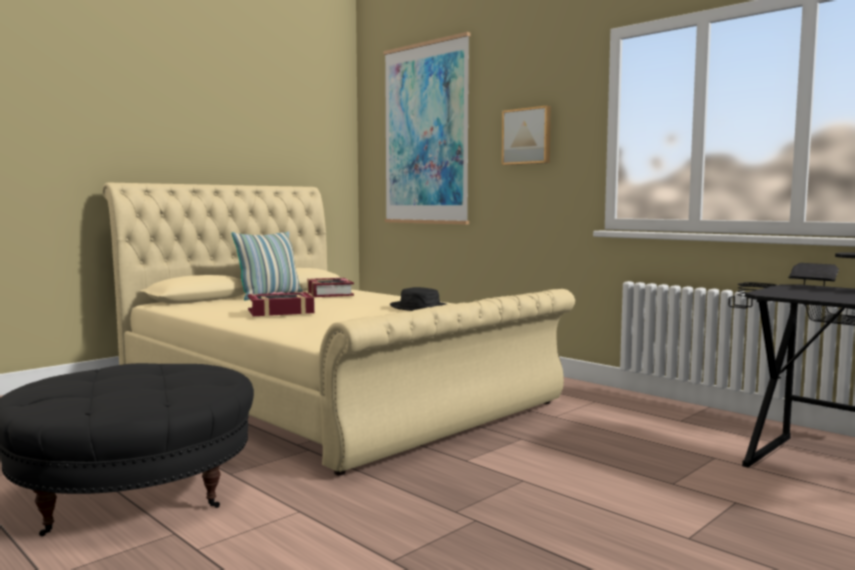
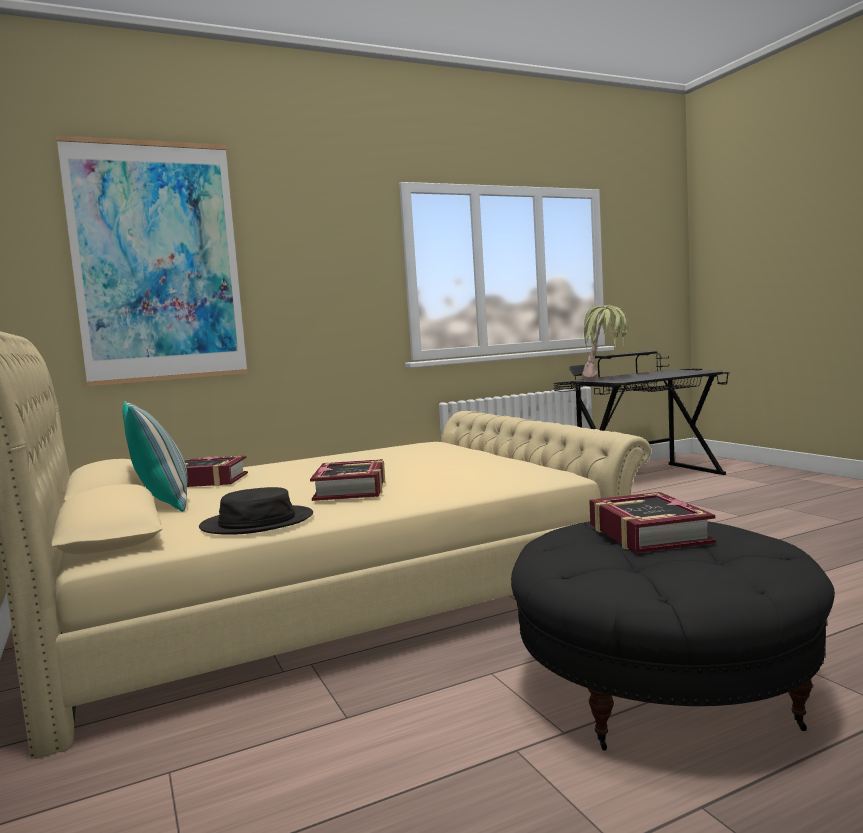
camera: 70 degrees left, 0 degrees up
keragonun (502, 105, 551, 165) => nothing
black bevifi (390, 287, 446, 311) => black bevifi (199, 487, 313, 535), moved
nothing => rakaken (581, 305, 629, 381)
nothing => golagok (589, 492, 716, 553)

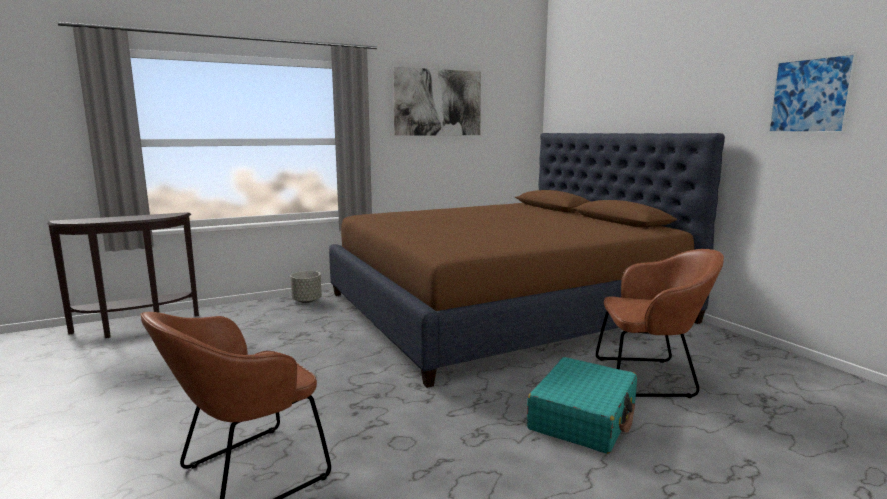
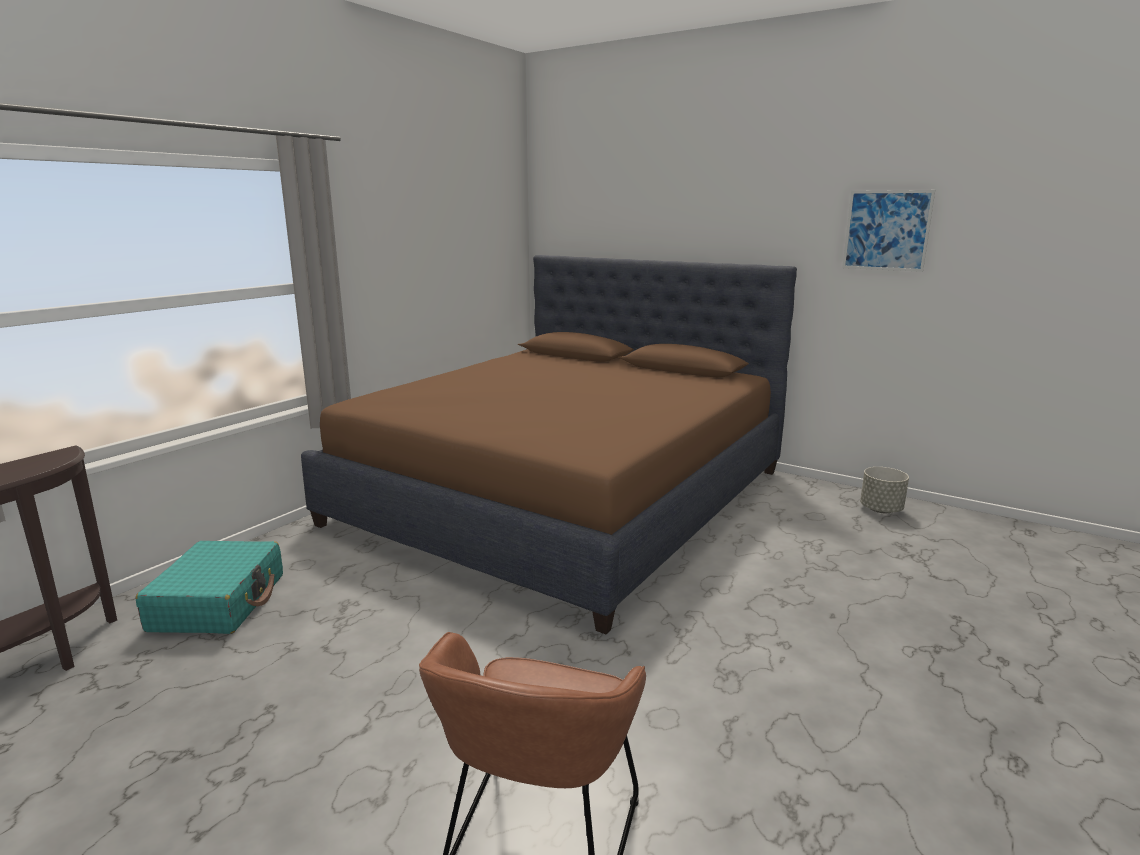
camera: 30 degrees left, 5 degrees up
keragonun (393, 67, 481, 136) => nothing
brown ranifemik (596, 249, 724, 398) => nothing
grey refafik (291, 271, 322, 303) => grey refafik (860, 467, 909, 513), moved
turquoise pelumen (527, 357, 637, 454) => turquoise pelumen (136, 541, 283, 634), moved

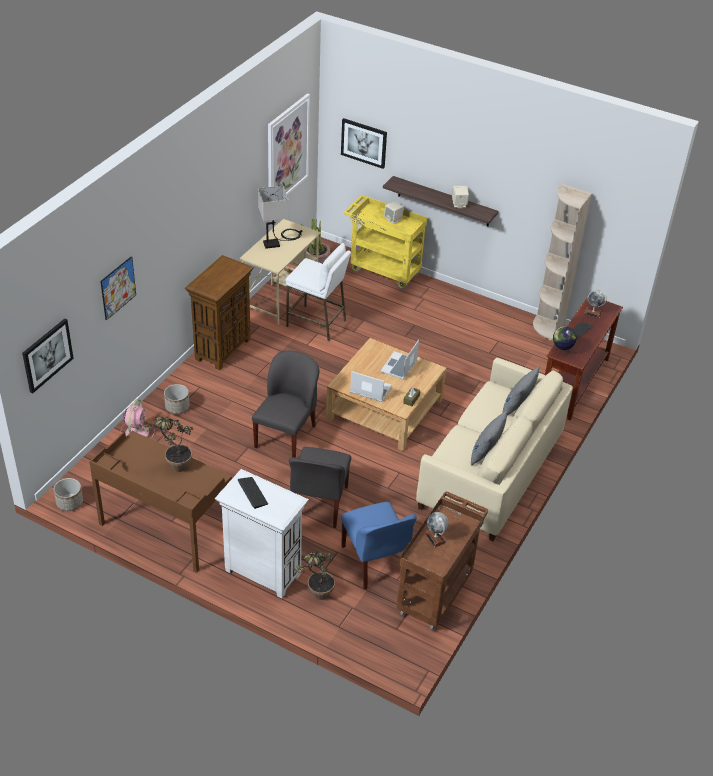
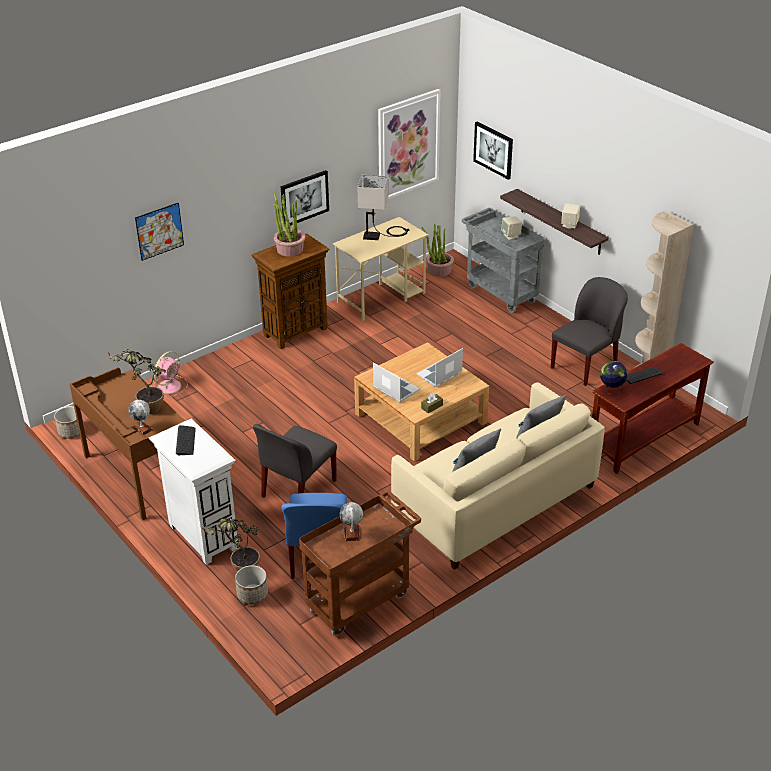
camera: 25 degrees right, 5 degrees down
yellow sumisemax (344, 195, 427, 289) => grey sumisemax (462, 208, 545, 313)
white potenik (286, 243, 351, 341) => nothing
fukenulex (584, 290, 607, 318) => fukenulex (128, 400, 153, 435), moved
keragonun (22, 318, 74, 394) => keragonun (281, 170, 329, 226), moved
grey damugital (252, 351, 319, 458) => grey damugital (551, 277, 628, 386), moved
refafik (164, 384, 190, 414) => refafik (235, 565, 268, 605), moved
nothing => rakaken (274, 192, 306, 256)

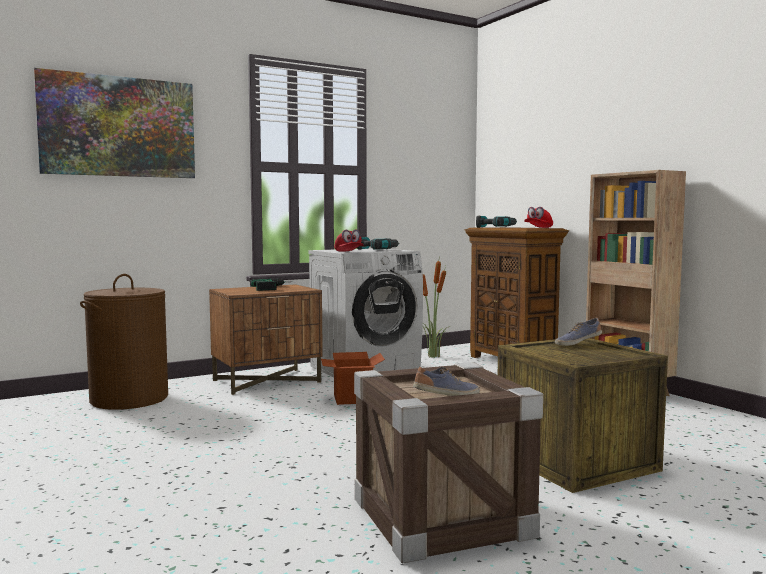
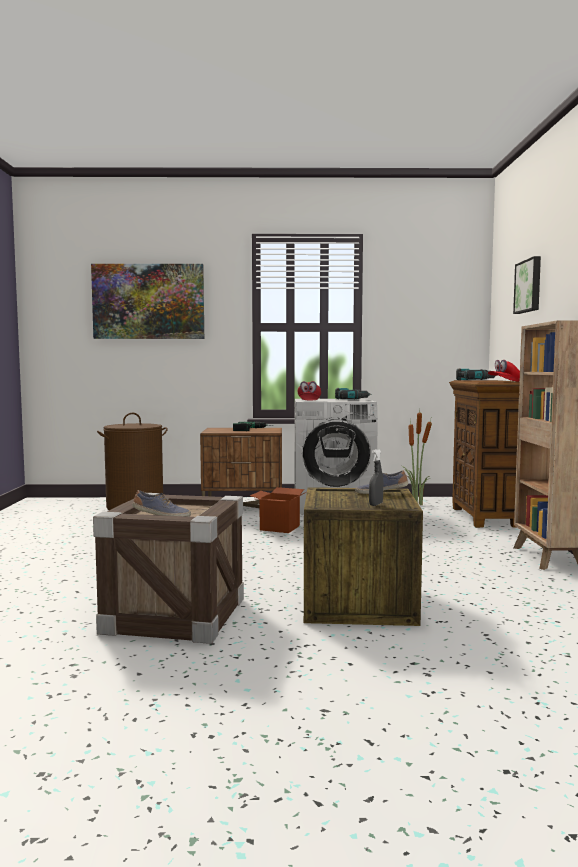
camera: 30 degrees right, 0 degrees up
nothing => keragonun (513, 256, 541, 314)
nothing => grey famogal (369, 449, 383, 506)

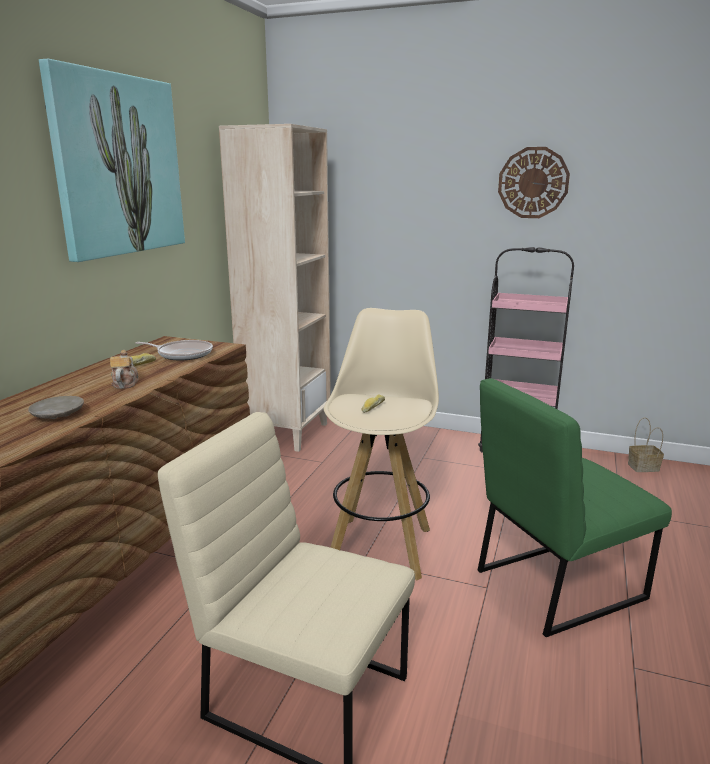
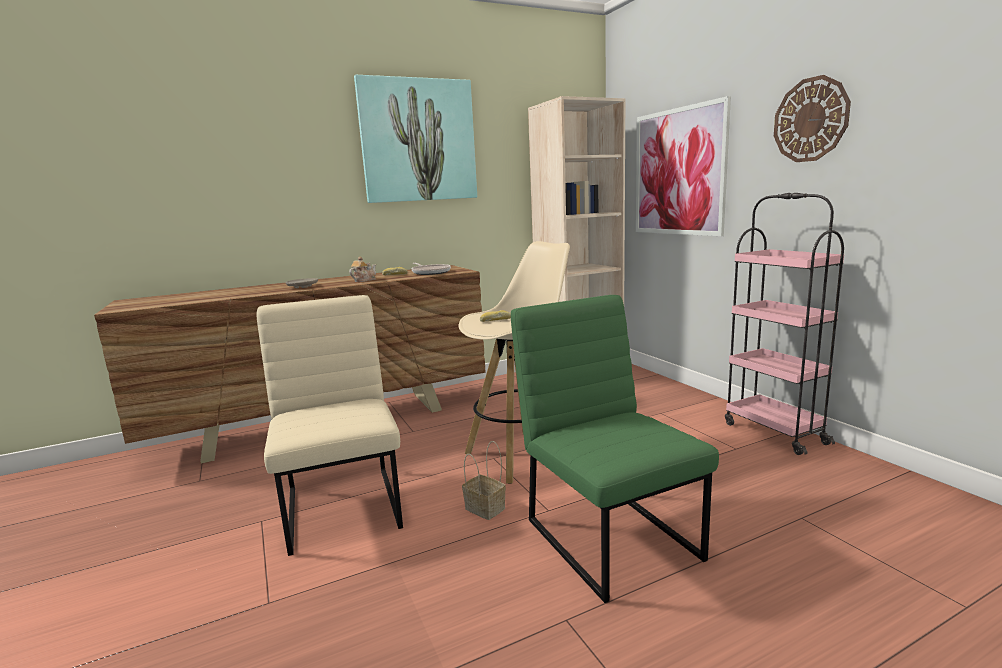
camera: 45 degrees right, 5 degrees down
green damugital (477, 378, 672, 637) => green damugital (511, 295, 719, 603), 45 degrees clockwise
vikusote (628, 417, 664, 472) => vikusote (462, 441, 506, 520), moved
nothing => keragonun (636, 96, 731, 236)

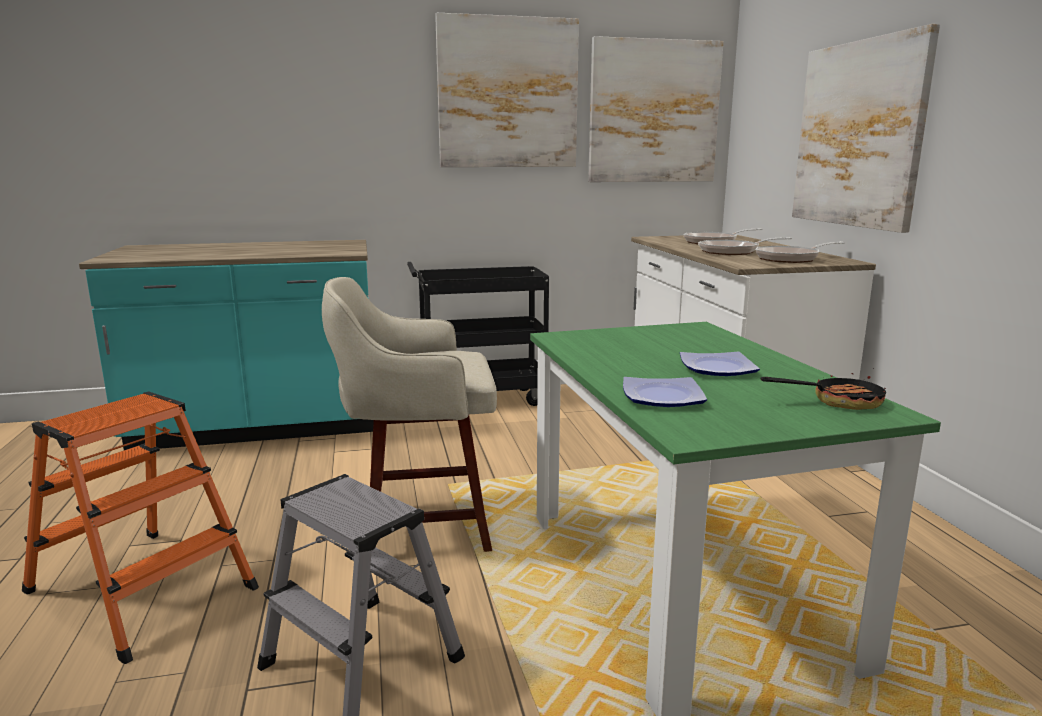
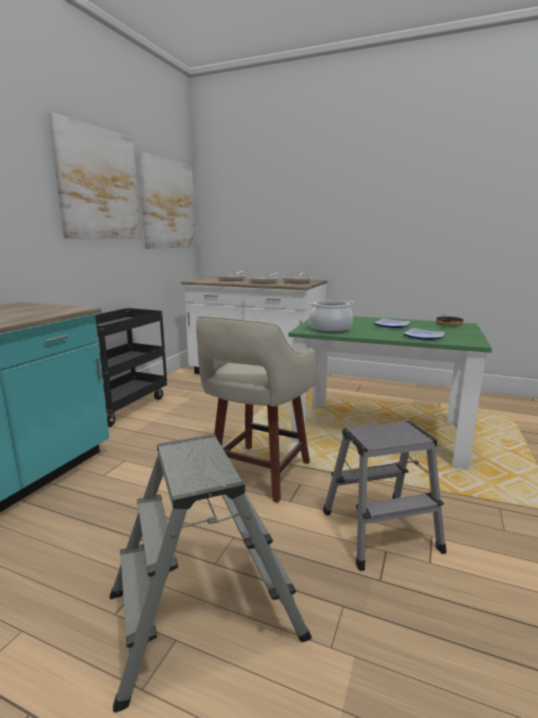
camera: 55 degrees left, 0 degrees up
keragonun (792, 24, 940, 233) => nothing
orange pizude (22, 391, 259, 664) => grey pizude (110, 434, 312, 713)
nothing => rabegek (309, 301, 354, 333)

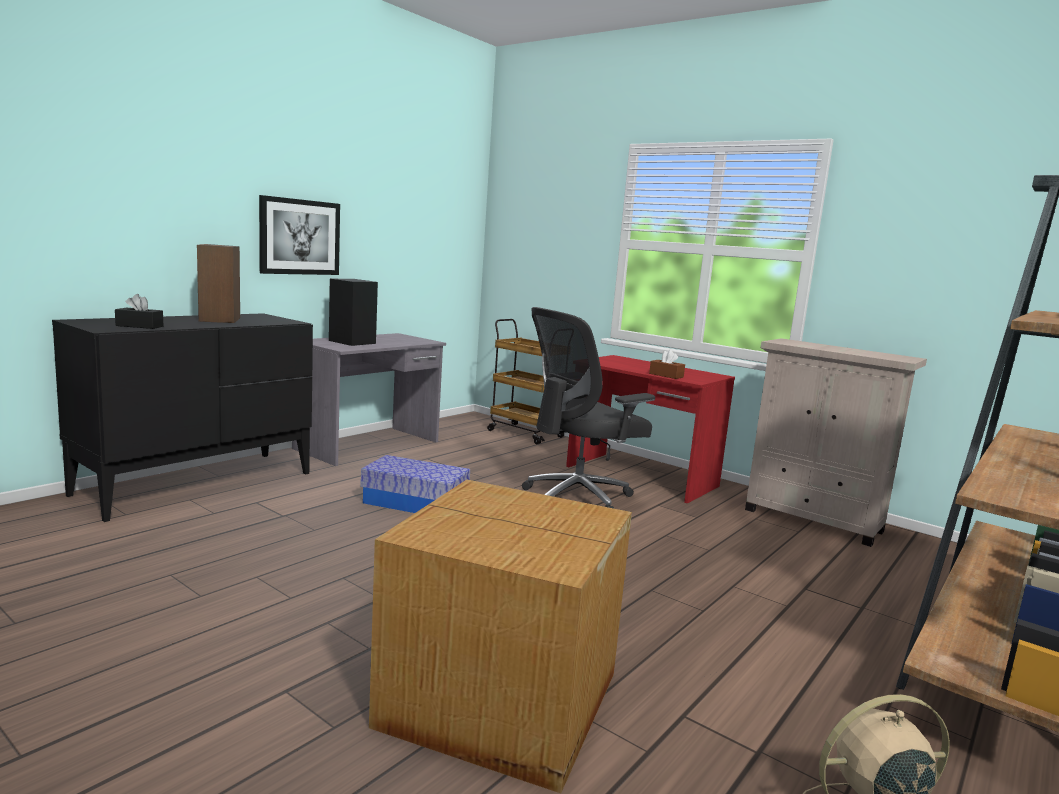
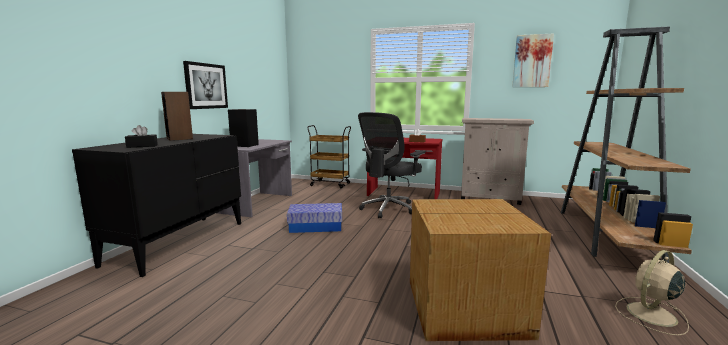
camera: 20 degrees left, 0 degrees up
nothing => keragonun (512, 33, 554, 87)

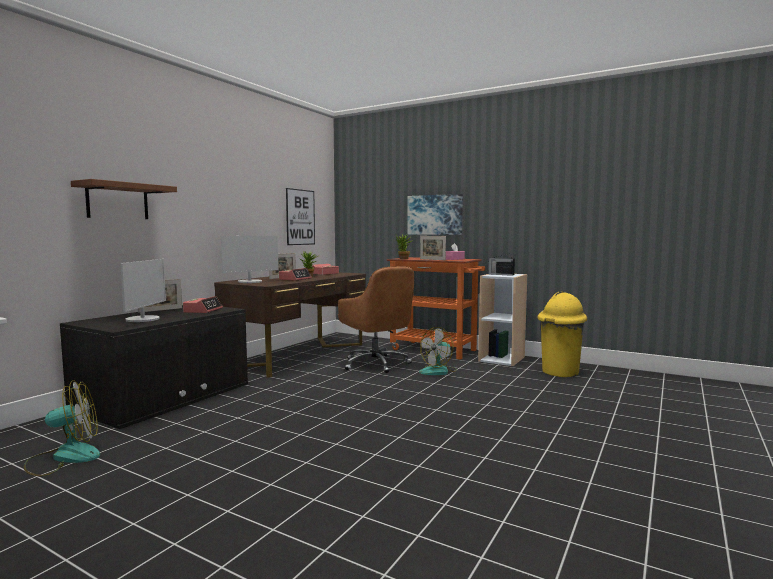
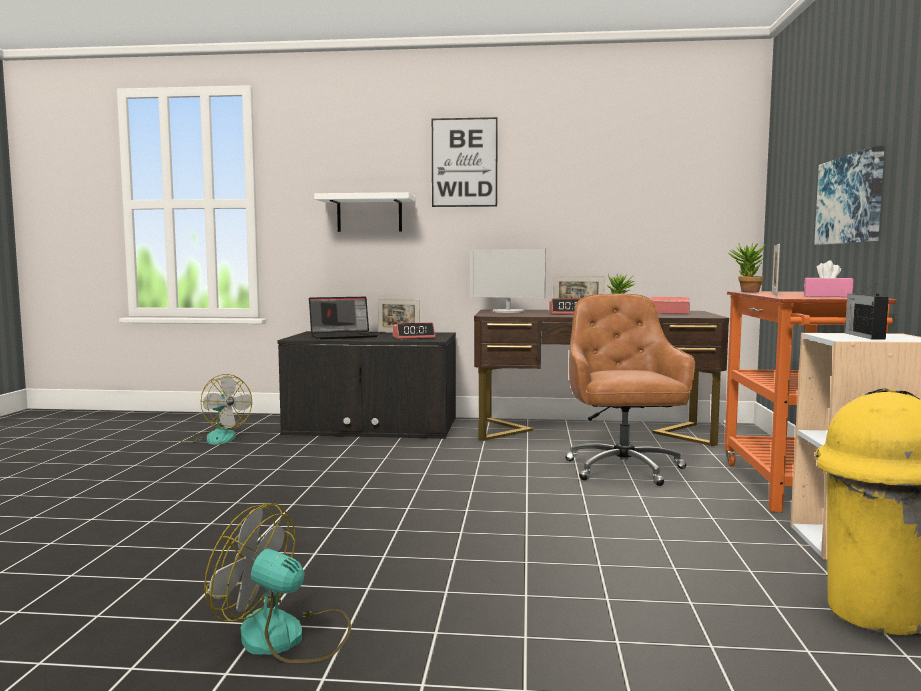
camera: 65 degrees right, 0 degrees up
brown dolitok (71, 179, 177, 219) => white dolitok (314, 192, 415, 232)
keragonun (286, 188, 315, 245) => keragonun (432, 117, 498, 207), moved
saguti (121, 259, 166, 322) => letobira (309, 297, 378, 339)
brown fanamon (338, 266, 414, 373) => brown fanamon (566, 293, 695, 486), 150 degrees clockwise
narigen (419, 327, 457, 375) => narigen (204, 503, 351, 663), moved

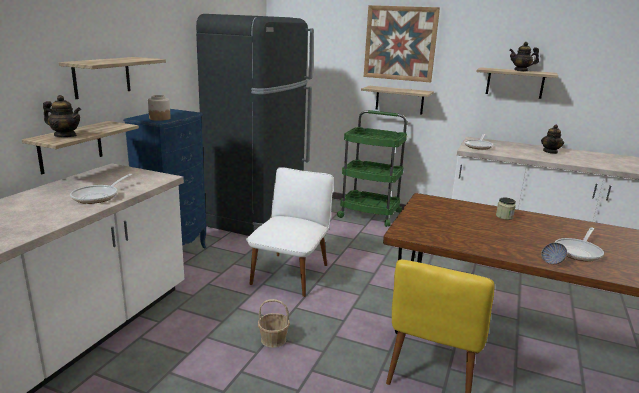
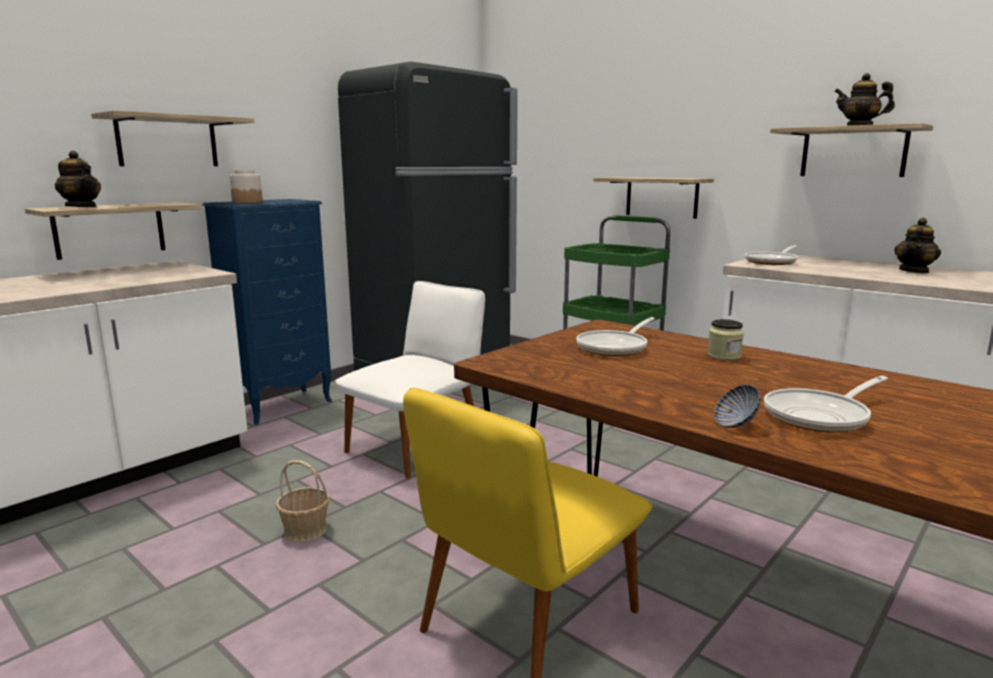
camera: 20 degrees right, 5 degrees down
keragonun (364, 5, 440, 82) => nothing
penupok (70, 174, 132, 204) => penupok (576, 317, 655, 356), moved

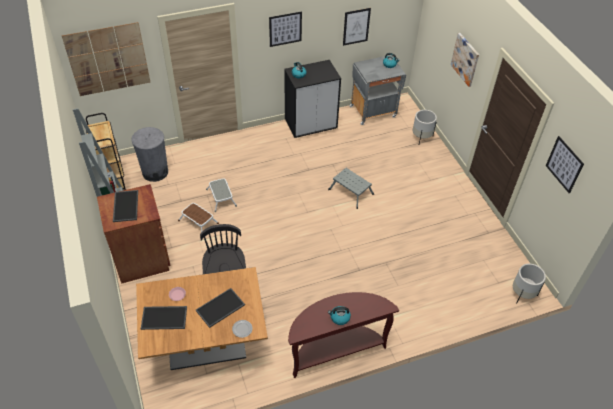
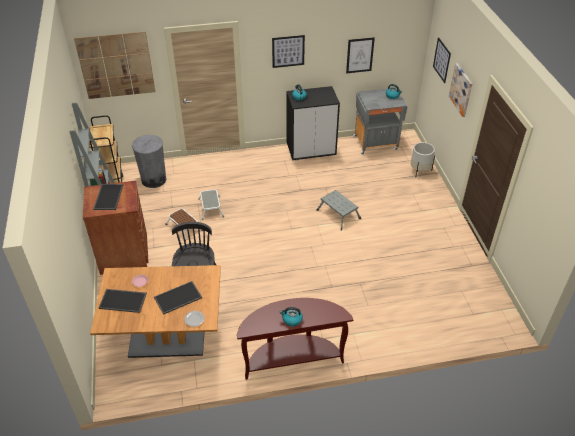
camera: 10 degrees right, 5 degrees down
keragonun (546, 136, 584, 193) => keragonun (433, 37, 451, 83), moved
white refafik (513, 264, 546, 304) => nothing

